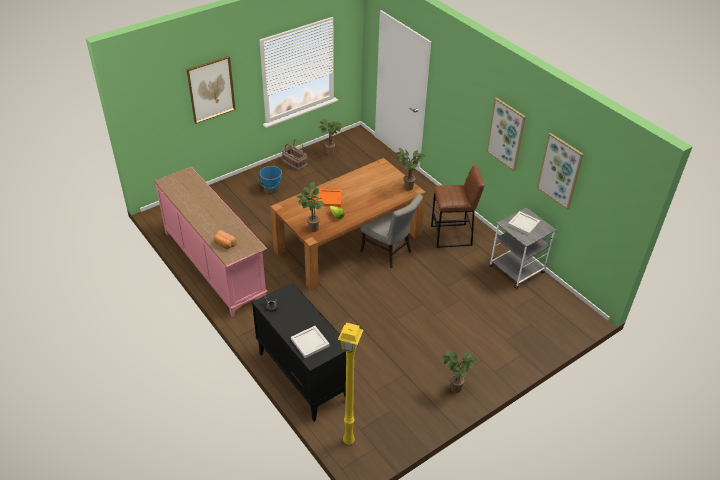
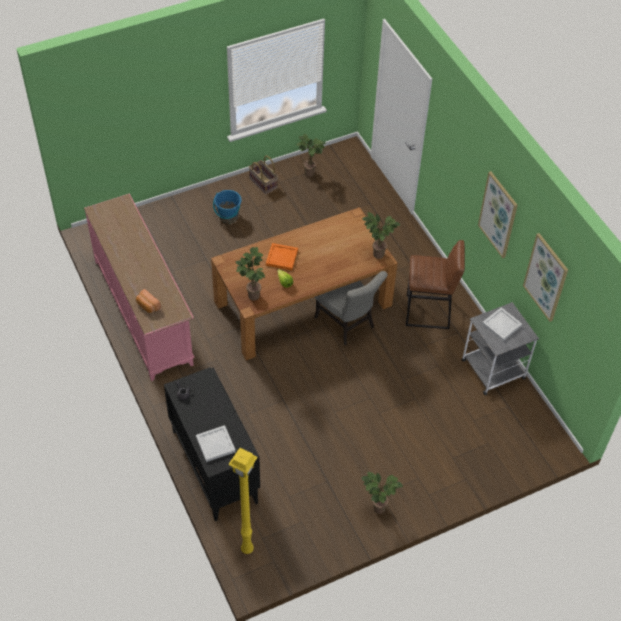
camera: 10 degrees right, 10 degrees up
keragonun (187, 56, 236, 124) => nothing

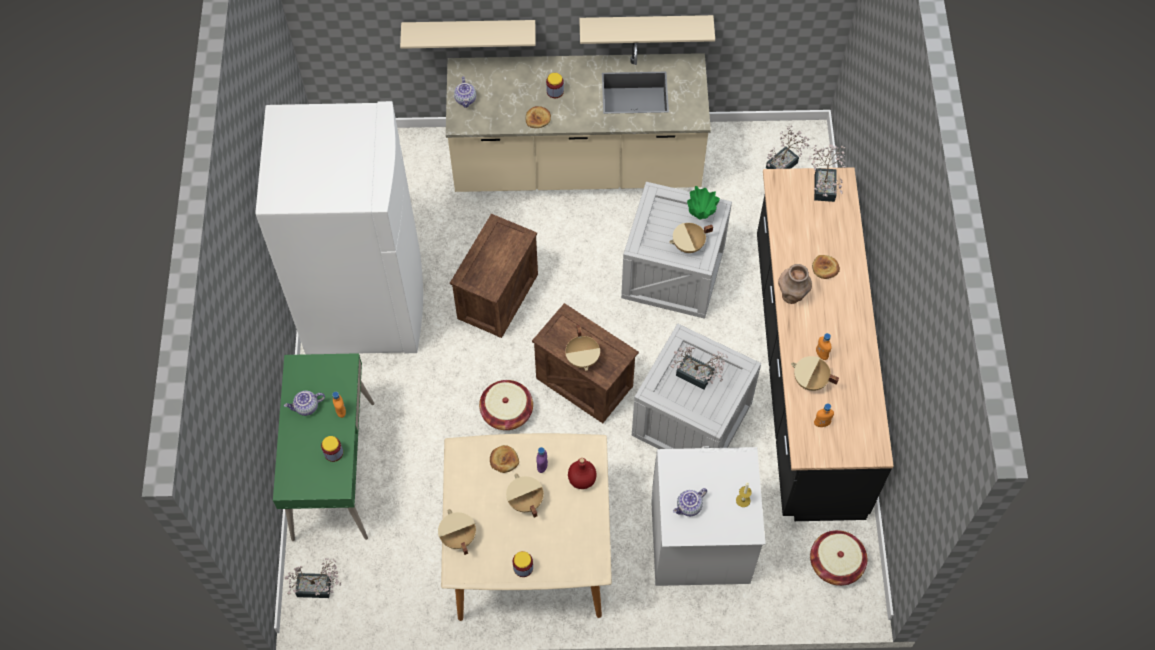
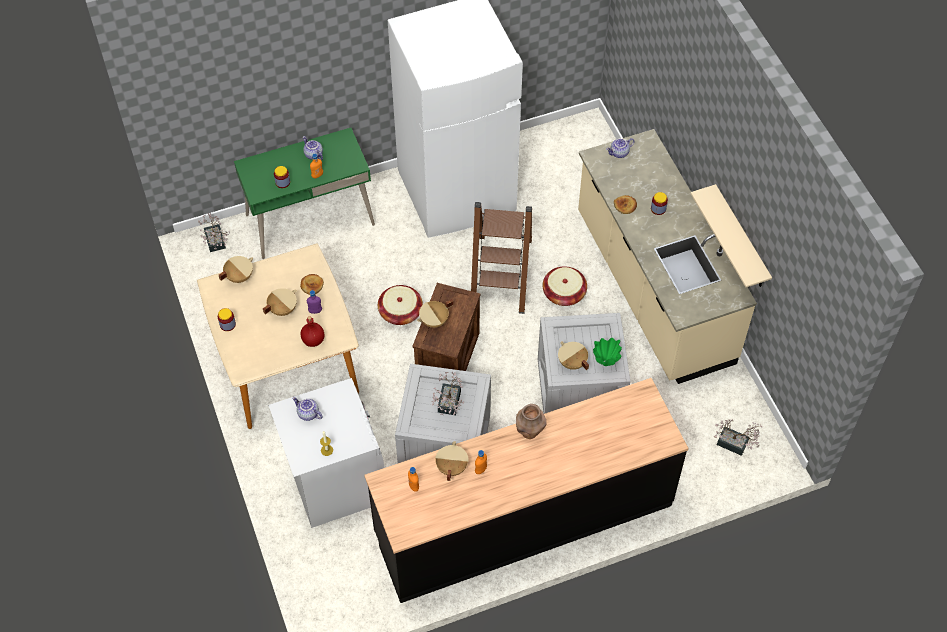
camera: 70 degrees right, 5 degrees down
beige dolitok (400, 20, 536, 49) => nothing
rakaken (809, 144, 846, 202) => nothing
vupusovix (450, 214, 538, 338) => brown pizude (471, 202, 532, 314)
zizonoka (812, 255, 840, 279) => nothing
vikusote (810, 530, 867, 586) => vikusote (542, 266, 587, 306), moved

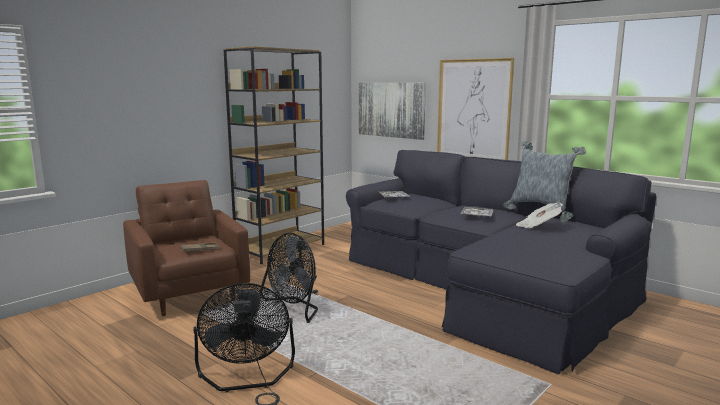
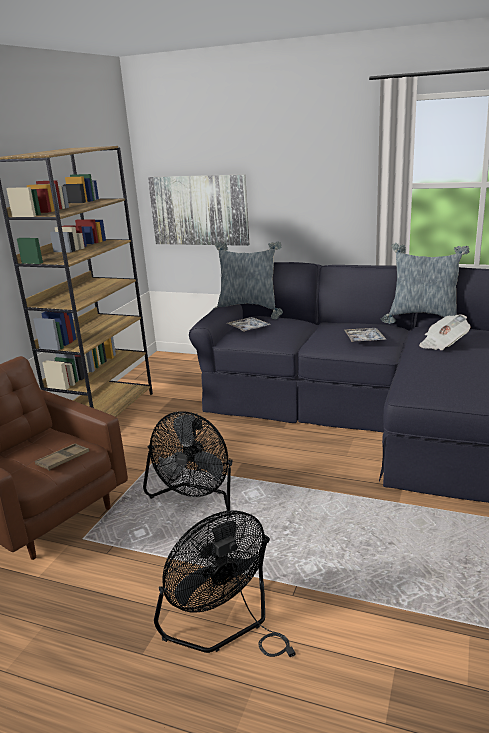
camera: 20 degrees left, 10 degrees up
keragonun (437, 58, 514, 160) => nothing
nothing => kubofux (210, 241, 283, 319)

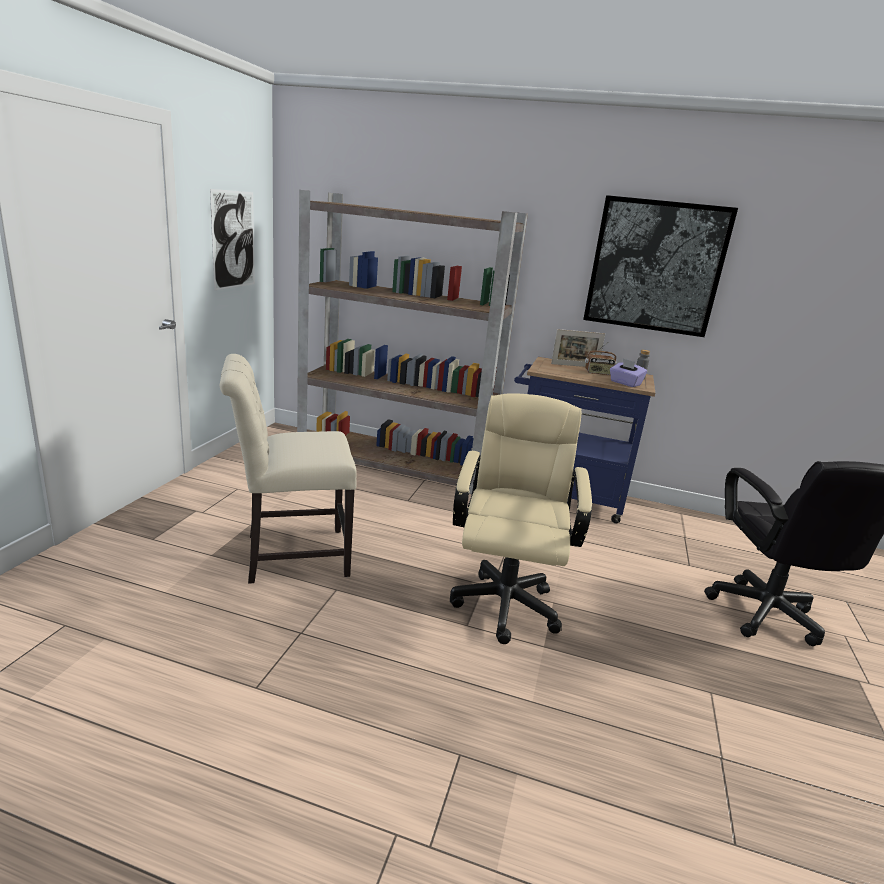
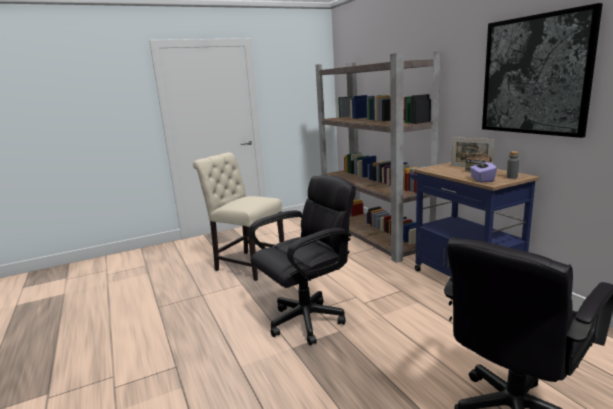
camera: 50 degrees right, 5 degrees down
keragonun (210, 189, 255, 291) => nothing
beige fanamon (450, 393, 592, 644) => black fanamon (249, 175, 356, 345)

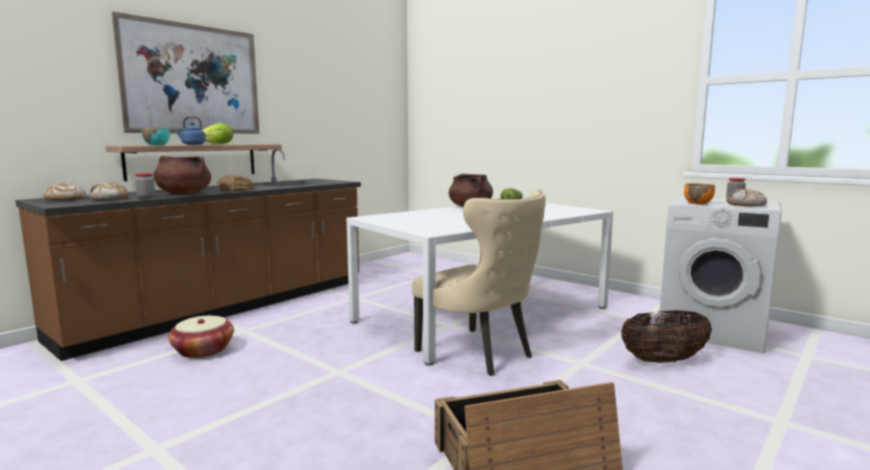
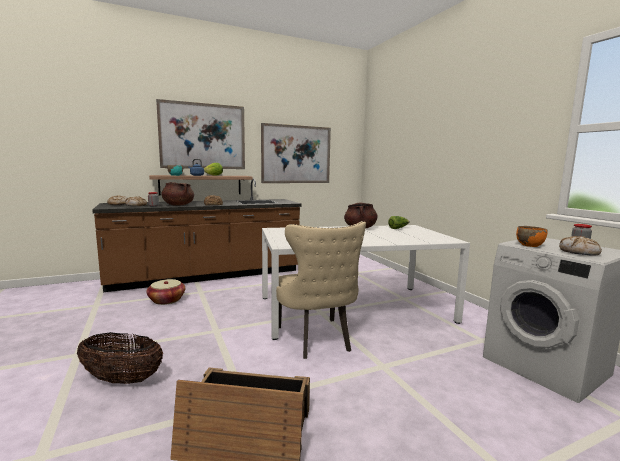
camera: 25 degrees right, 0 degrees up
vikusote (621, 310, 712, 363) => vikusote (77, 332, 163, 384), moved
nothing => keragonun (261, 123, 331, 183)

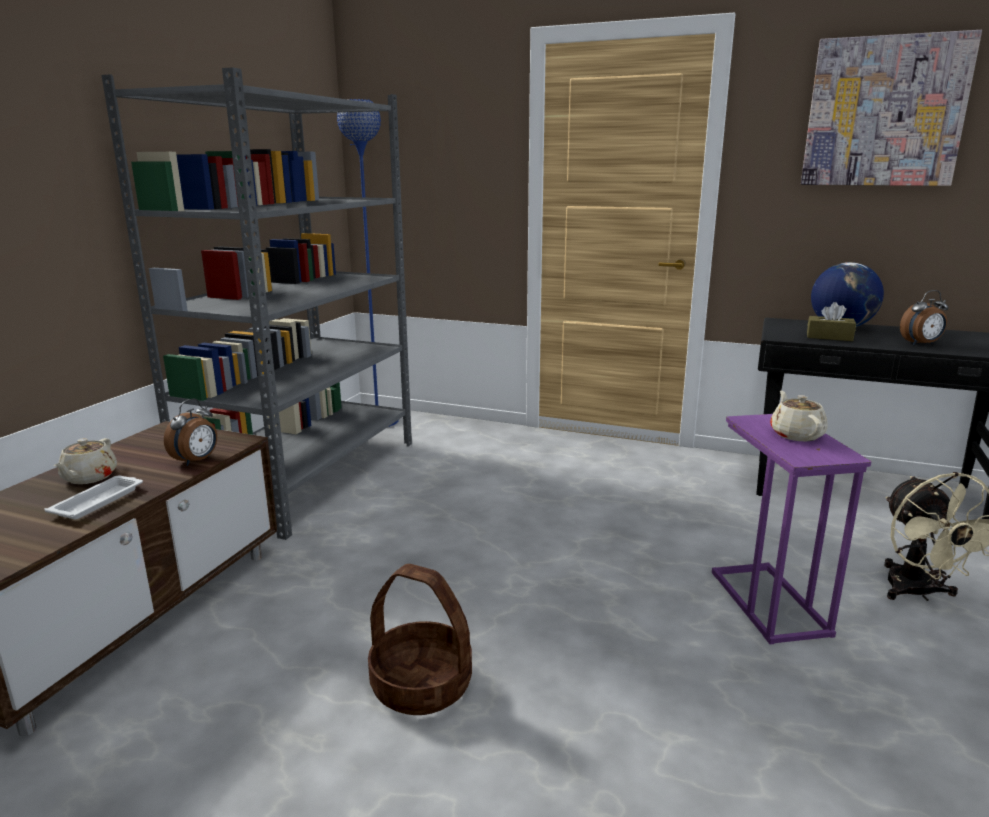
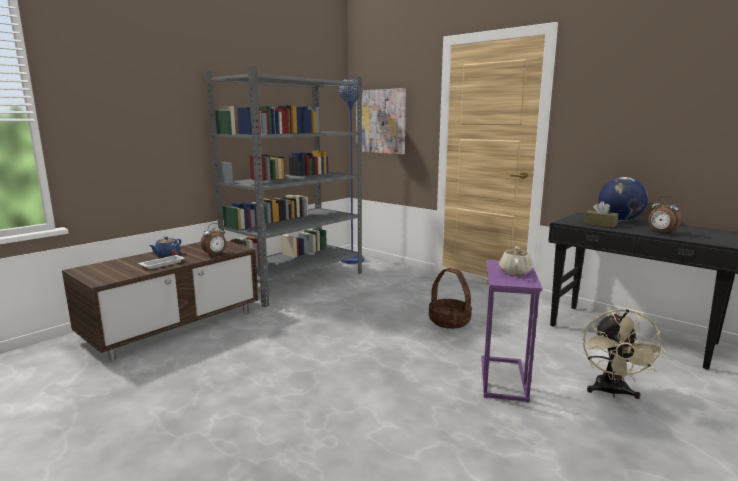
camera: 20 degrees right, 5 degrees down
keragonun (801, 30, 982, 186) => keragonun (356, 88, 406, 154), moved
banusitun (900, 290, 948, 345) => banusitun (648, 196, 682, 234), 45 degrees clockwise
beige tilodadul (54, 438, 117, 484) => blue tilodadul (149, 236, 181, 257)
vikusote (368, 564, 472, 715) => vikusote (429, 268, 472, 329), moved

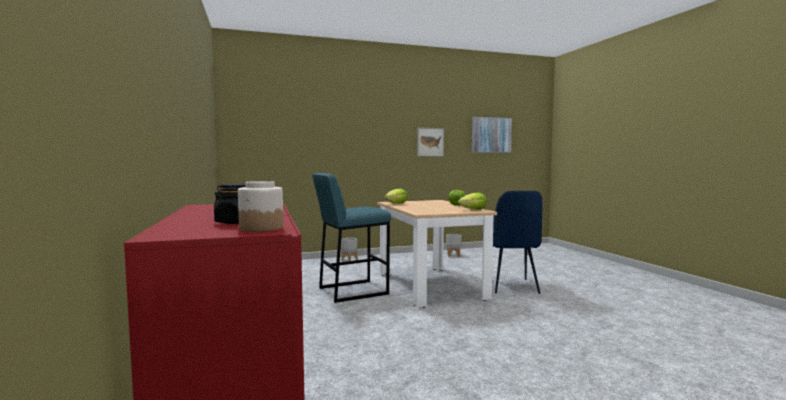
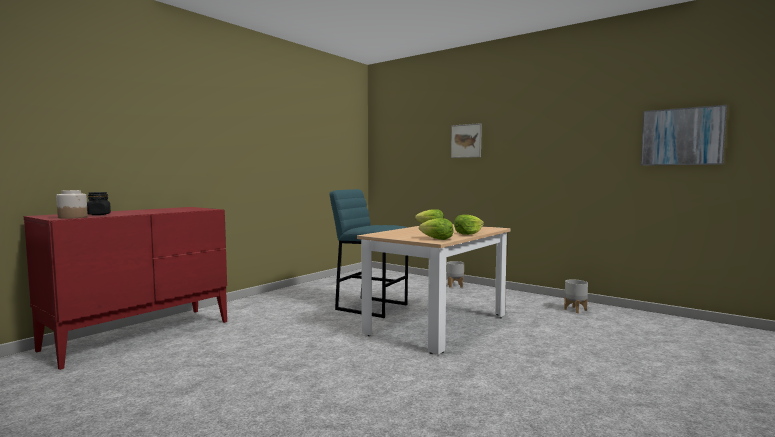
camera: 55 degrees right, 0 degrees up
keragonun (417, 128, 444, 156) => keragonun (451, 123, 482, 158), moved
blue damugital (493, 191, 543, 294) => nothing

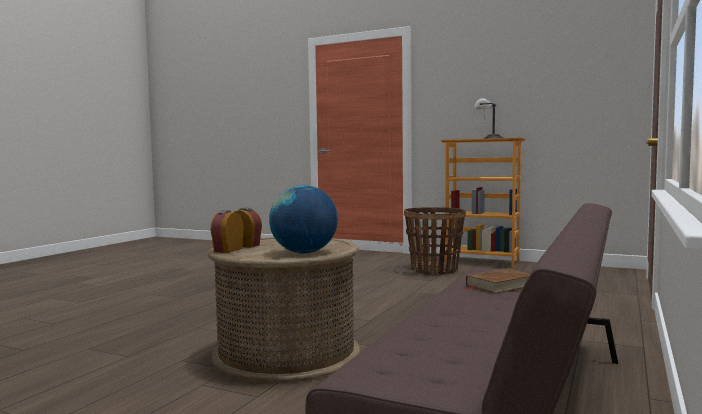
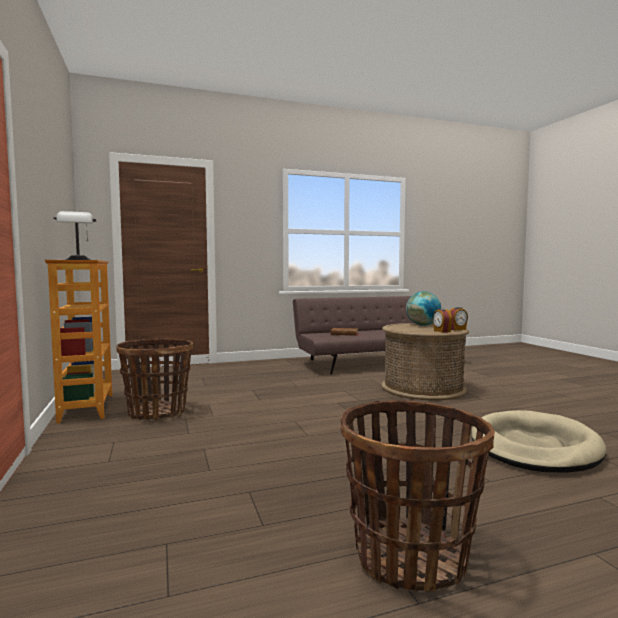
camera: 135 degrees left, 0 degrees up
nothing => vikusote (340, 400, 495, 591)
nothing => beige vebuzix (471, 410, 607, 472)

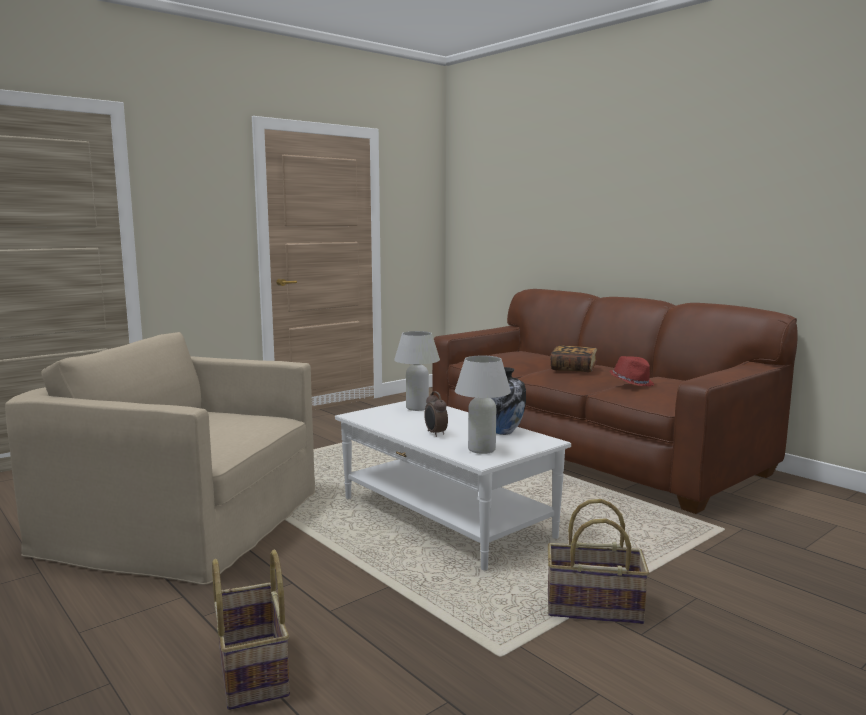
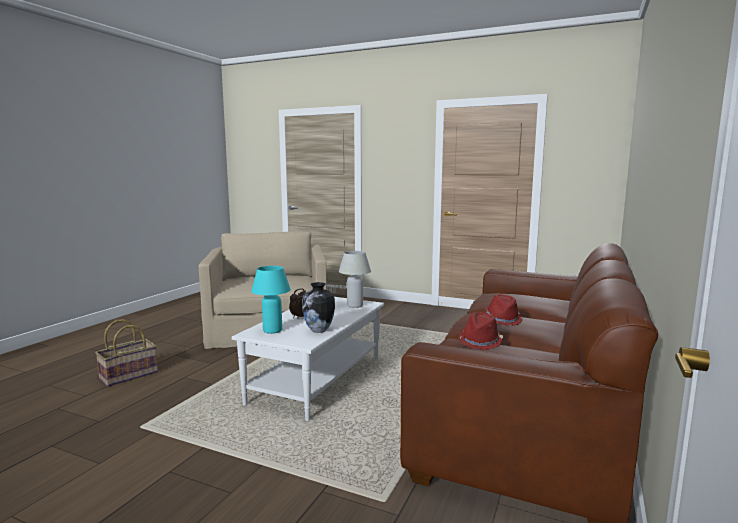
camera: 65 degrees right, 0 degrees up
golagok (550, 345, 597, 372) => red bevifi (485, 294, 523, 326)
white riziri (455, 356, 511, 454) => turquoise riziri (251, 266, 291, 334)
vikusote (548, 499, 649, 624) => nothing

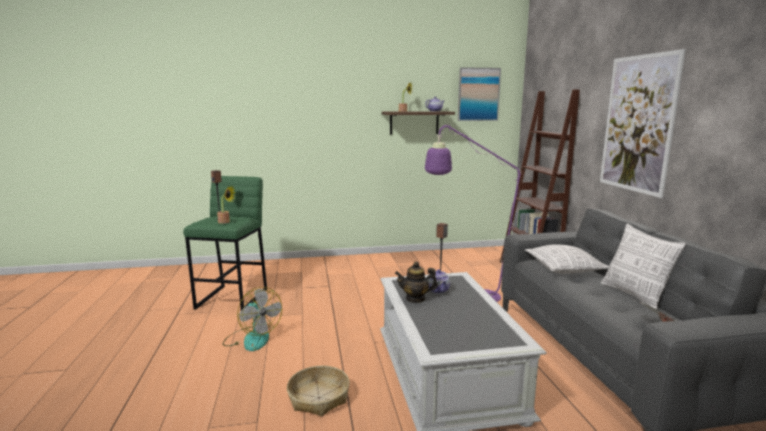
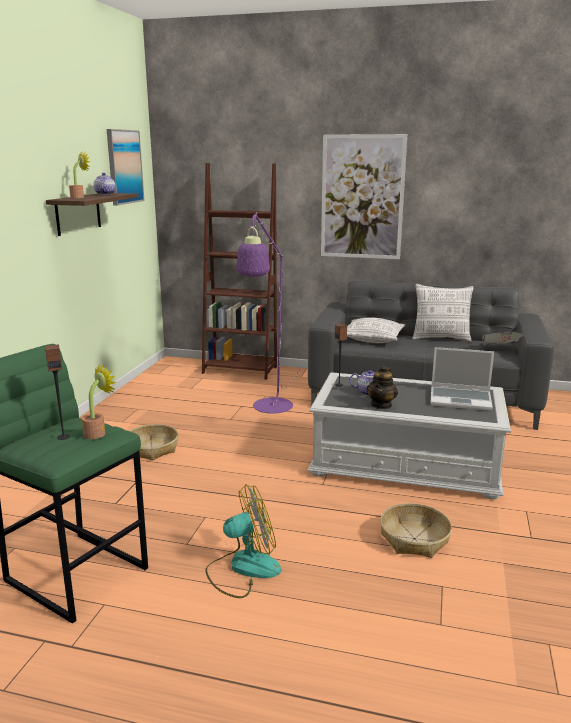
camera: 65 degrees left, 5 degrees up
nothing => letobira (430, 347, 494, 411)
nothing => vikusote (130, 424, 178, 460)

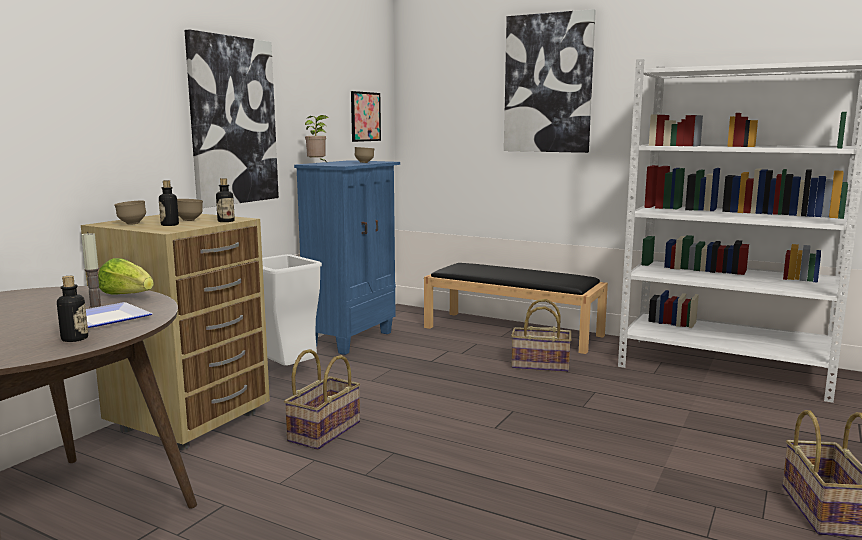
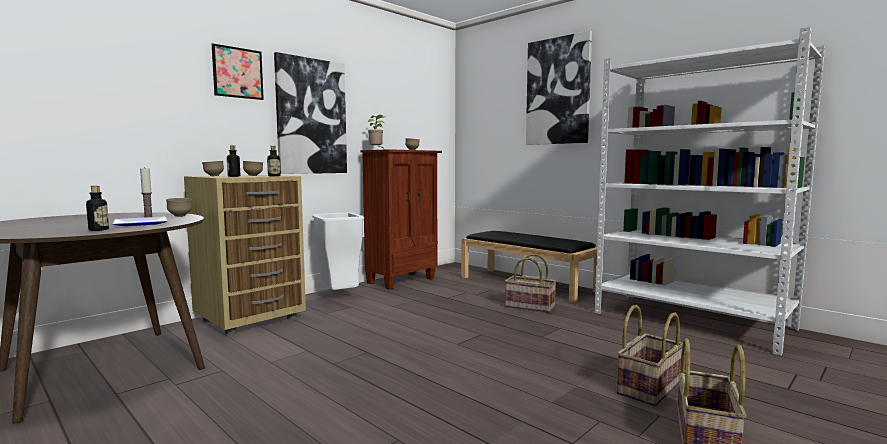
camera: 15 degrees right, 5 degrees down
keragonun (351, 91, 381, 142) => keragonun (212, 43, 264, 100), moved
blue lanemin (294, 160, 400, 355) => brown lanemin (360, 149, 442, 290)
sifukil (98, 258, 154, 295) => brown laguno (166, 198, 192, 217)
vikusote (284, 349, 361, 450) => vikusote (617, 305, 683, 406), moved

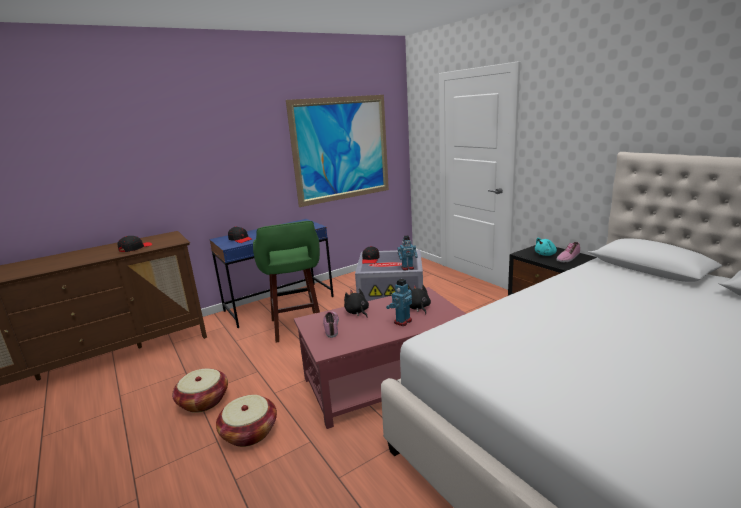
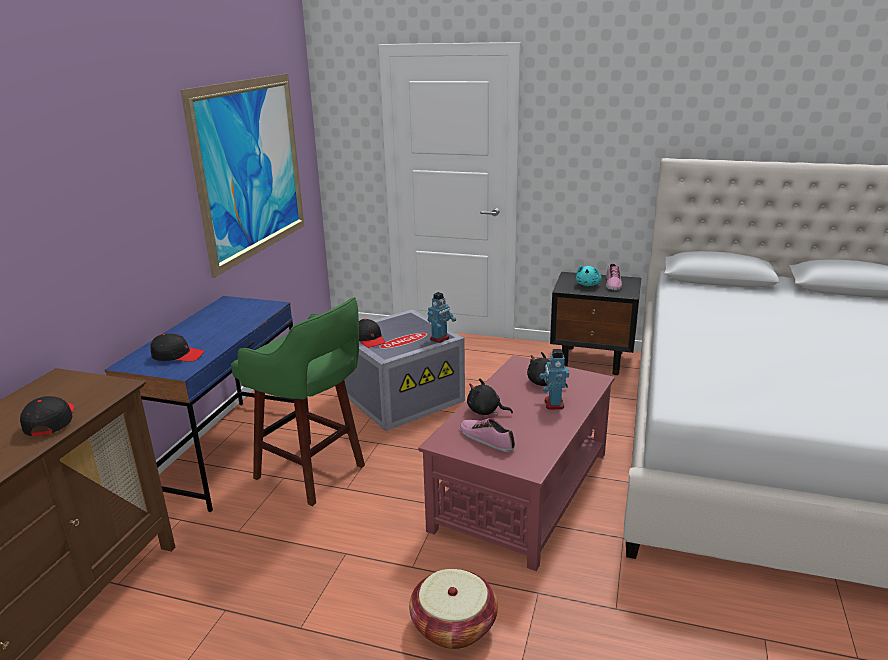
camera: 40 degrees left, 5 degrees up
vikusote (172, 368, 228, 413) => nothing

